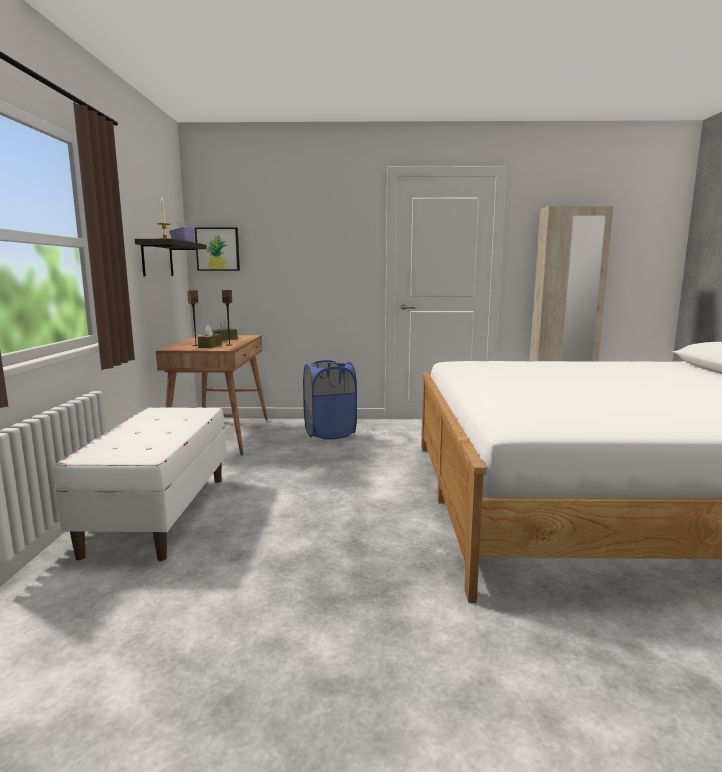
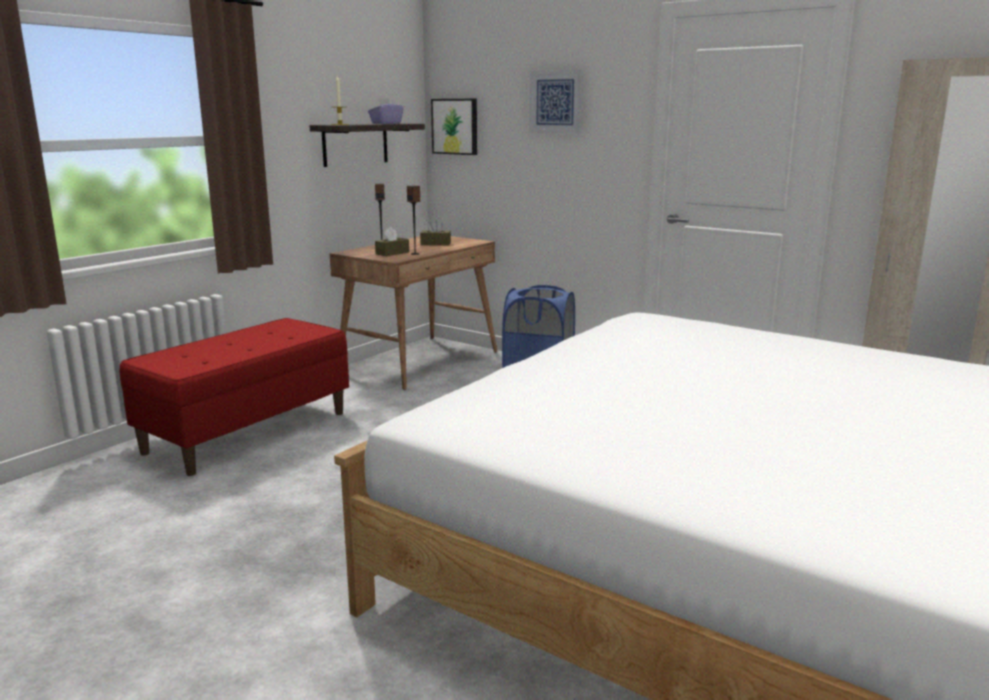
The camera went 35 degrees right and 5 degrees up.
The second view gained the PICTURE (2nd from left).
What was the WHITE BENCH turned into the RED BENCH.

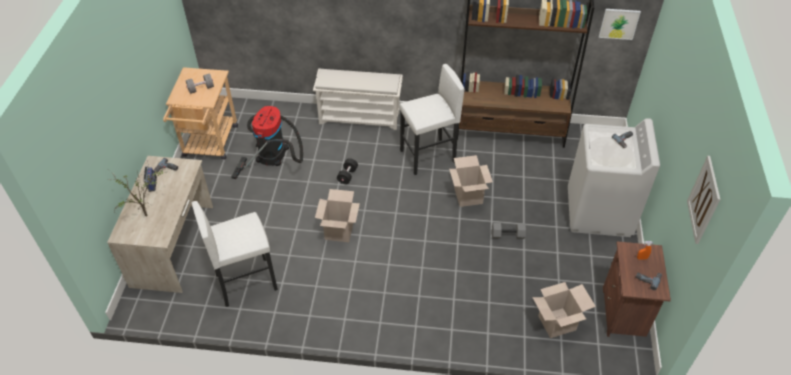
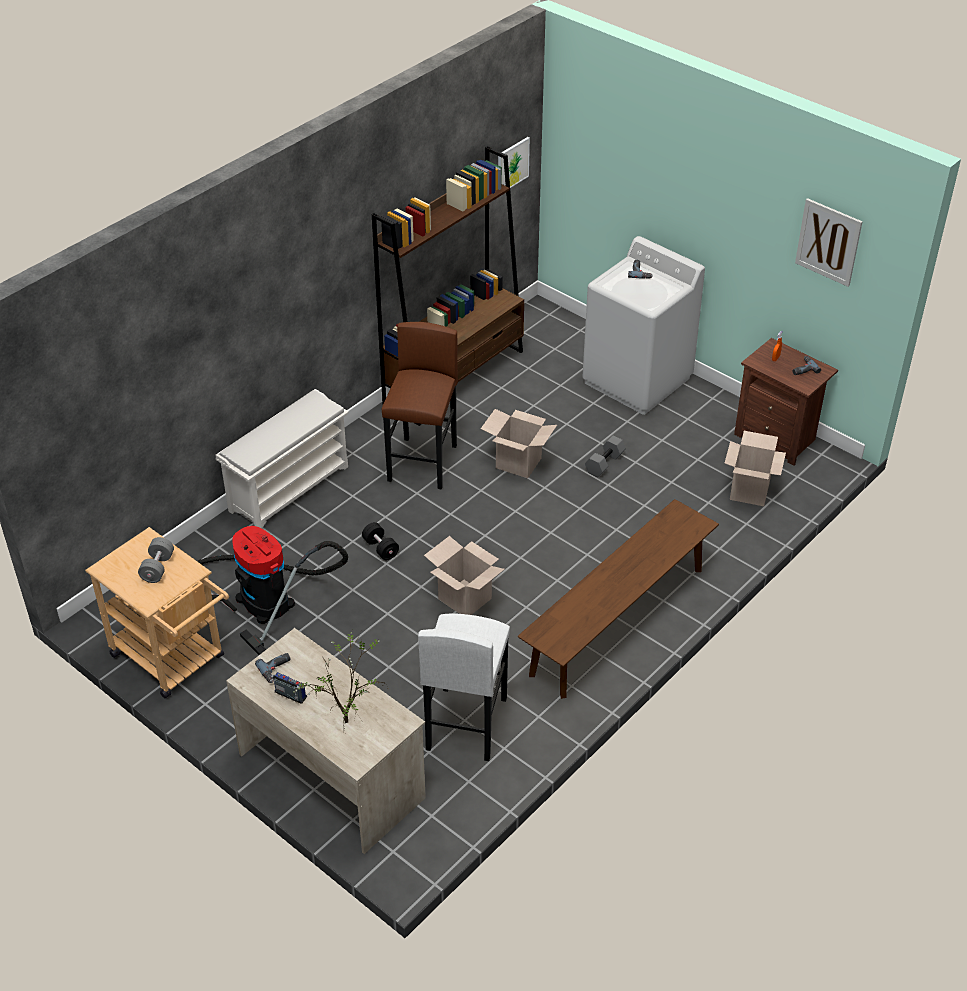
The camera went 55 degrees left and 5 degrees down.
The second view gained the BROWN BENCH.
What was the WHITE STOOL (2nd from left) turned into the BROWN STOOL.

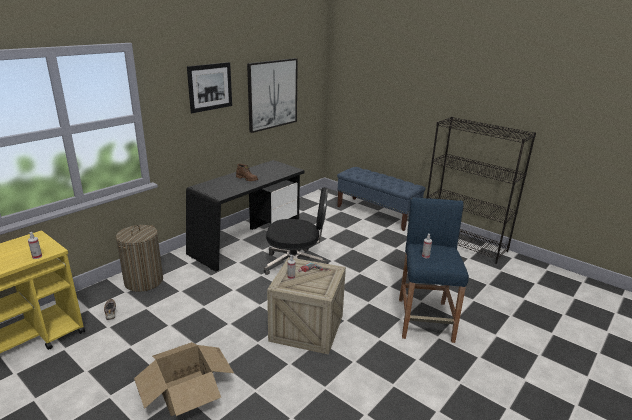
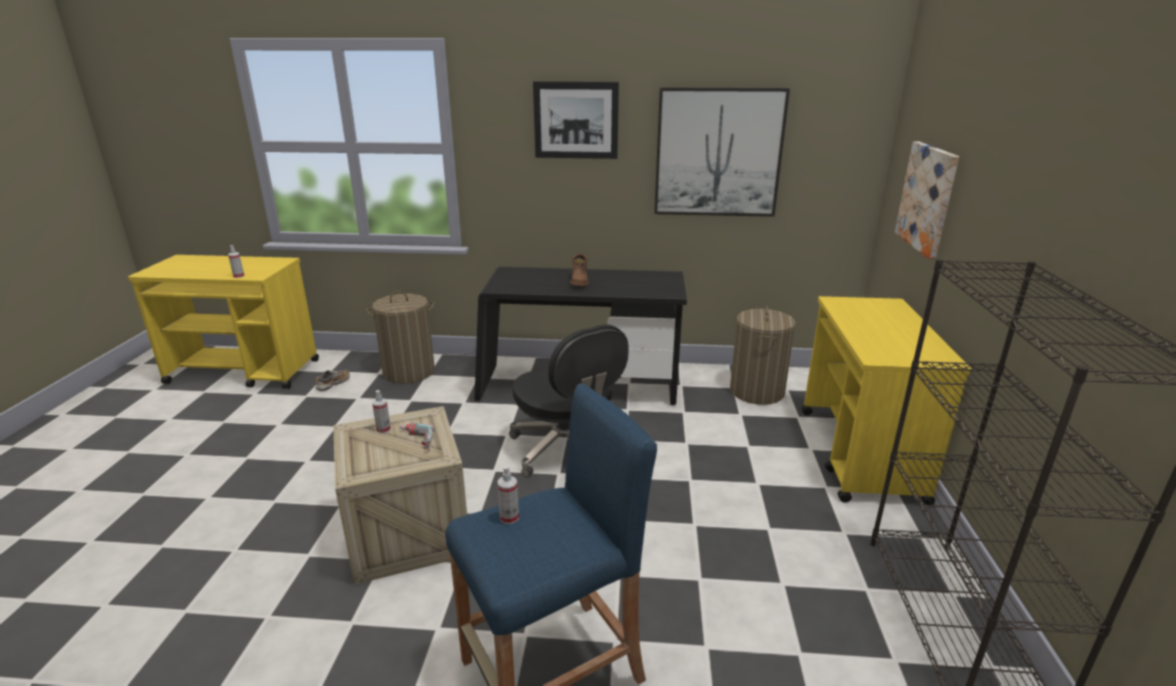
The camera went 55 degrees right and 0 degrees up.
The second view lost the CARDBOARD BOX.
The second view gained the LAUNDRY BASKET (2nd from left).
The second view gained the PICTURE (3rd from left).
Where the BLUE BENCH stood, the YELLOW CART (2nd from left) came to stand.

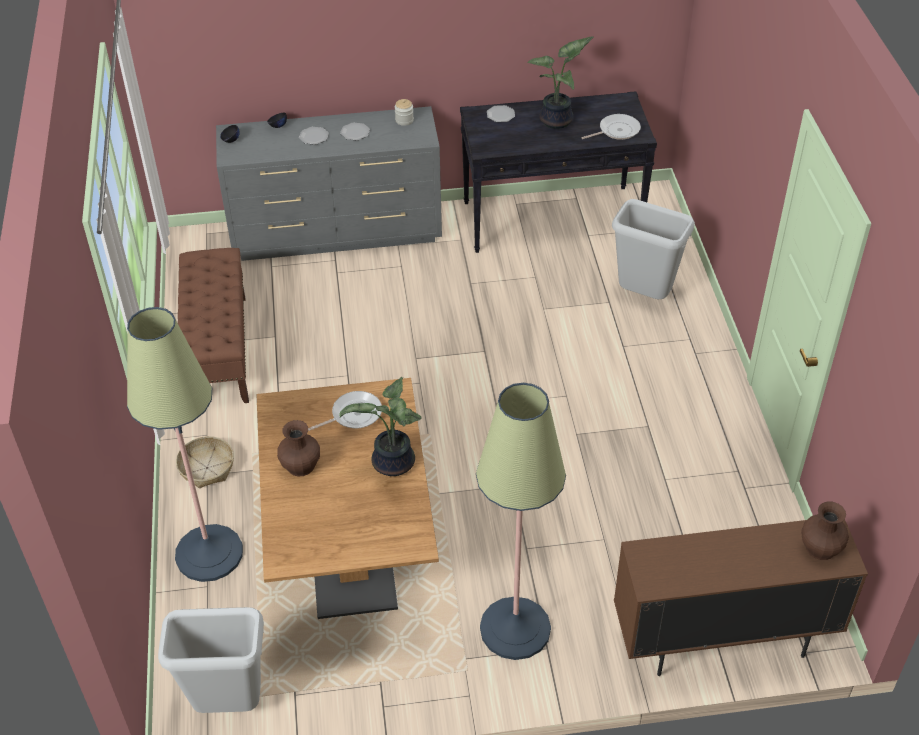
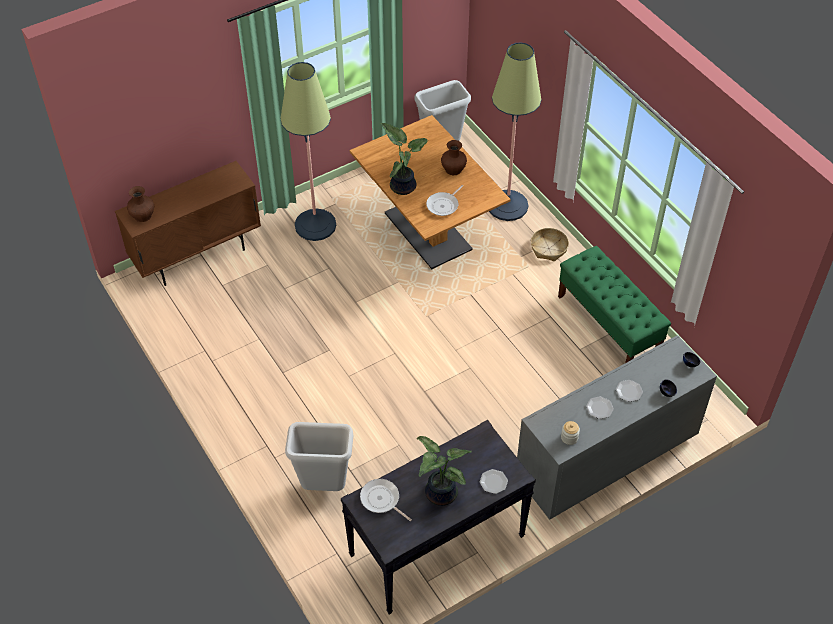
The camera went 155 degrees right and 5 degrees up.
What was the BROWN BENCH turned into the GREEN BENCH.
The FRYING PAN (2nd from left in the first image) ended up facing another way, 90 degrees clockwise from before.

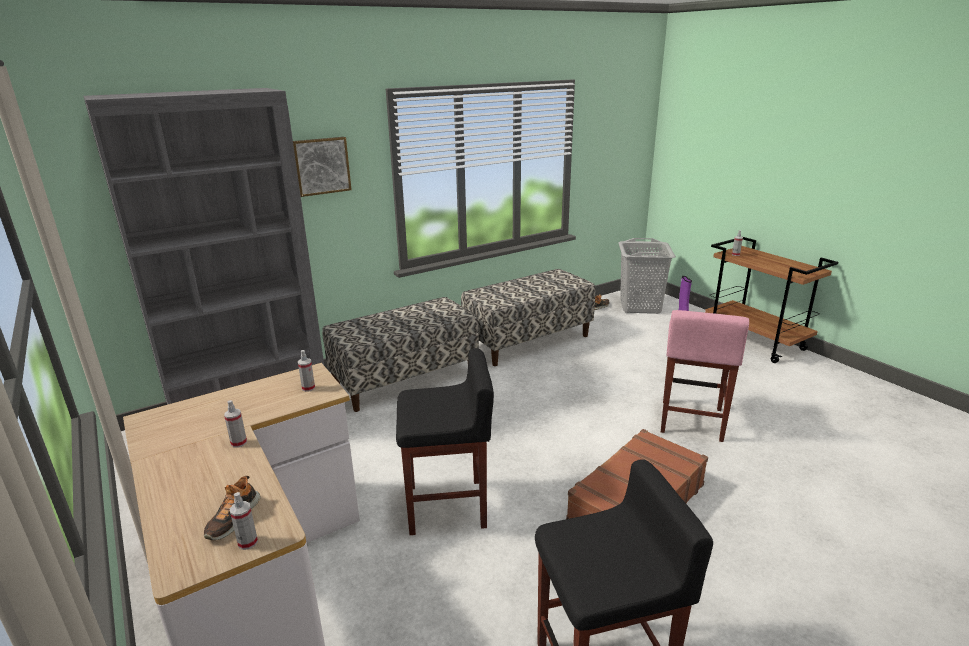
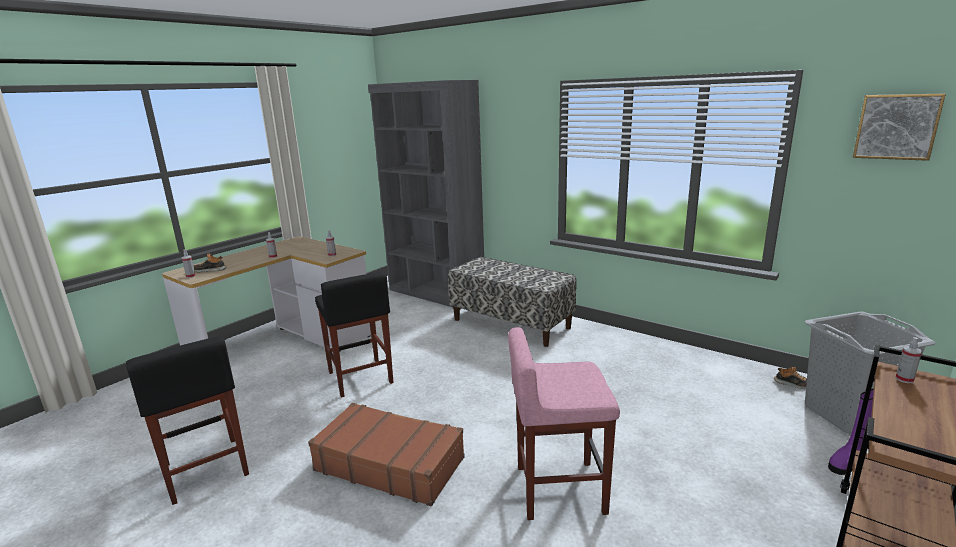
The camera went 70 degrees right and 5 degrees down.
The second view lost the BENCH (2nd from left).
The PICTURE ended up elsewhere.

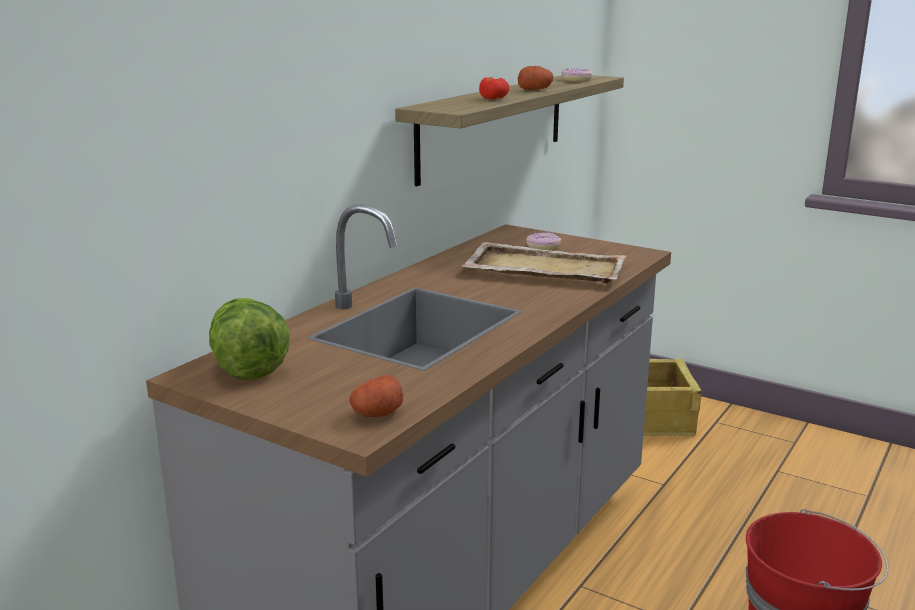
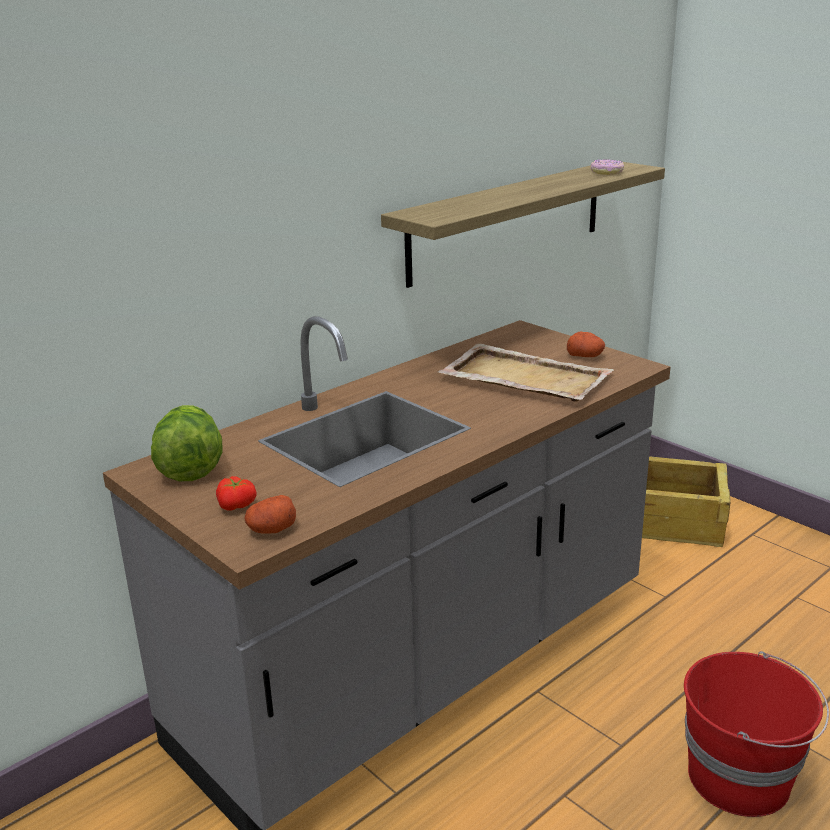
The camera went 15 degrees right and 5 degrees up.
The second view lost the DONUT (1st from left).
The TOMATO ended up elsewhere.
The POTATO (2nd from left) ended up elsewhere.

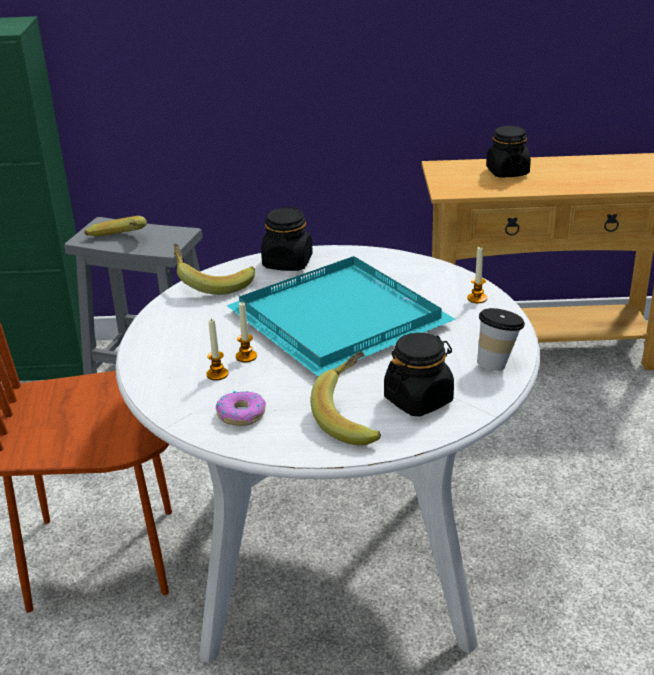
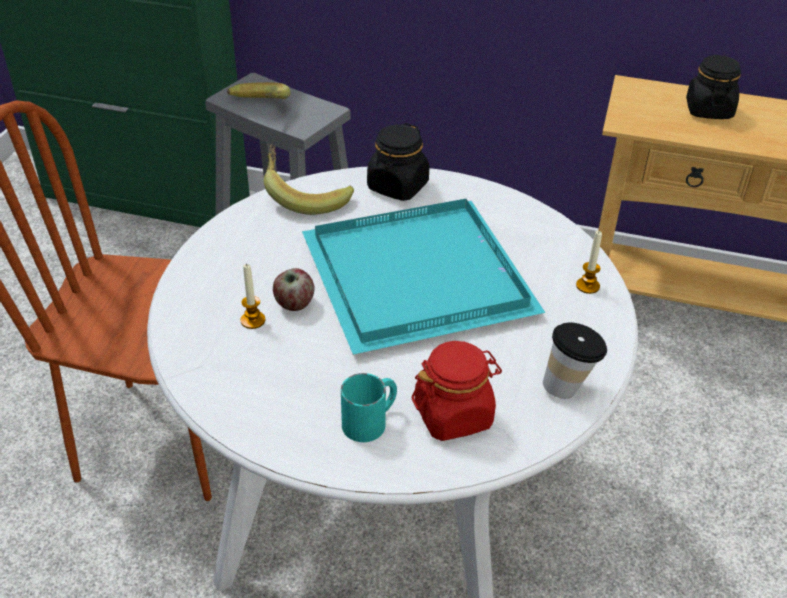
The camera went 15 degrees right and 10 degrees up.
The second view lost the DONUT.
Where the CANDLE (2nd from left) stood, the APPLE came to stand.
Where the BANANA (3rd from left) stood, the TURQUOISE MUG came to stand.
What was the BLACK JAR (2nd from left) turned into the RED JAR.

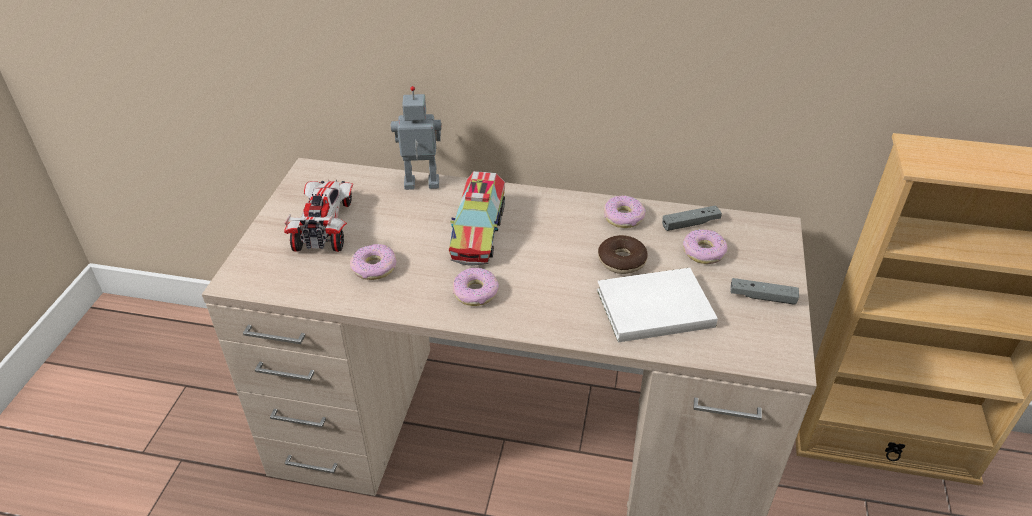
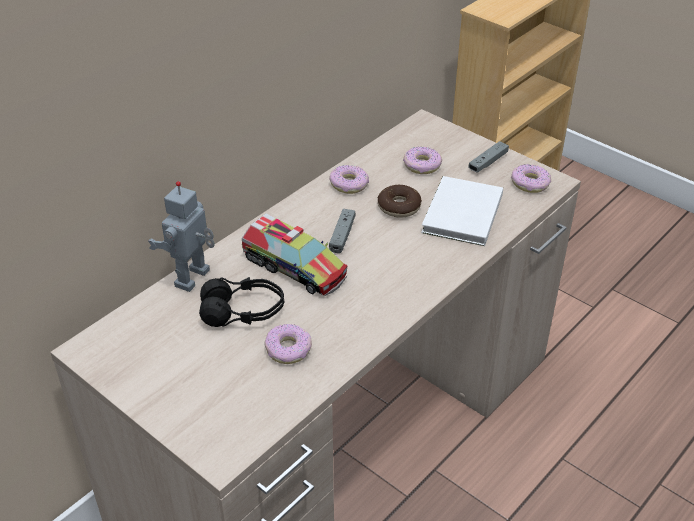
The camera went 60 degrees left and 0 degrees up.
The second view lost the TOY CAR.
The second view gained the BLACK HEADPHONES.
The DONUT (2nd from left in the first image) ended up elsewhere.
The GREY GAME CONTROLLER (1st from left) ended up elsewhere.

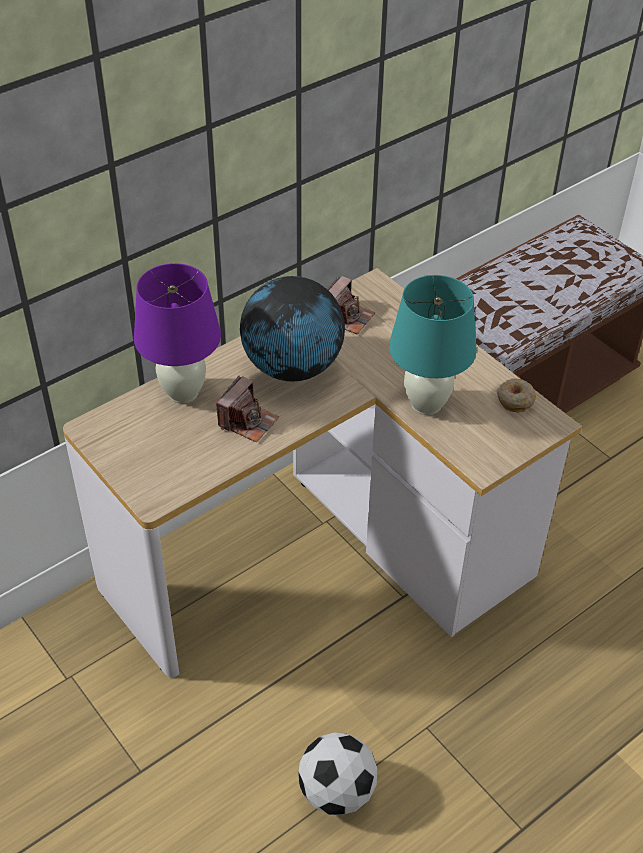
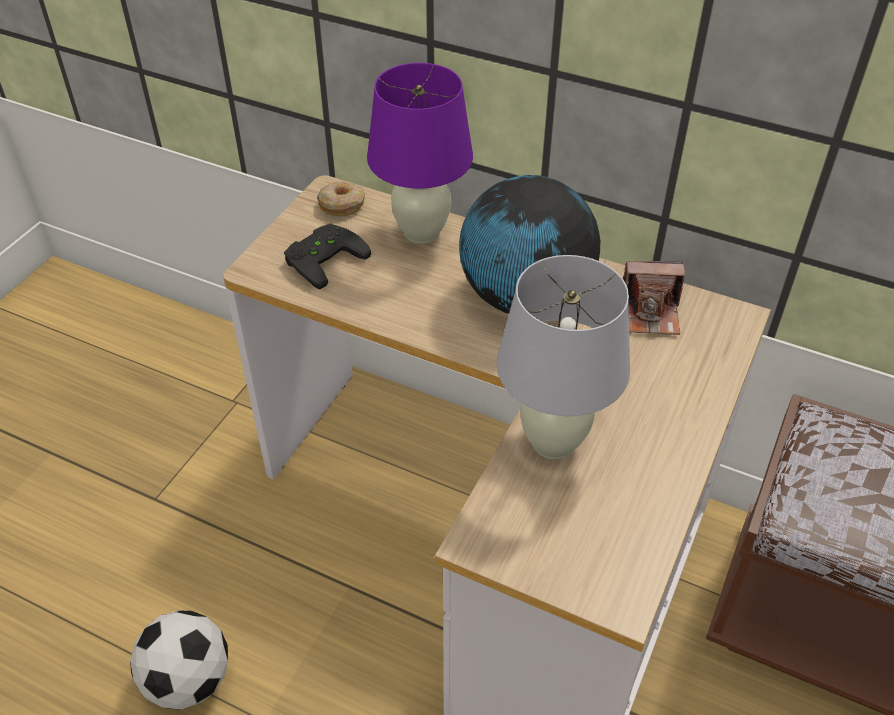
The camera went 65 degrees right and 0 degrees up.
The second view lost the PHOTO CAMERA (1st from left).
The second view gained the BLACK GAME CONTROLLER.
The DONUT ended up elsewhere.
What was the TURQUOISE TABLE LAMP turned into the WHITE TABLE LAMP.

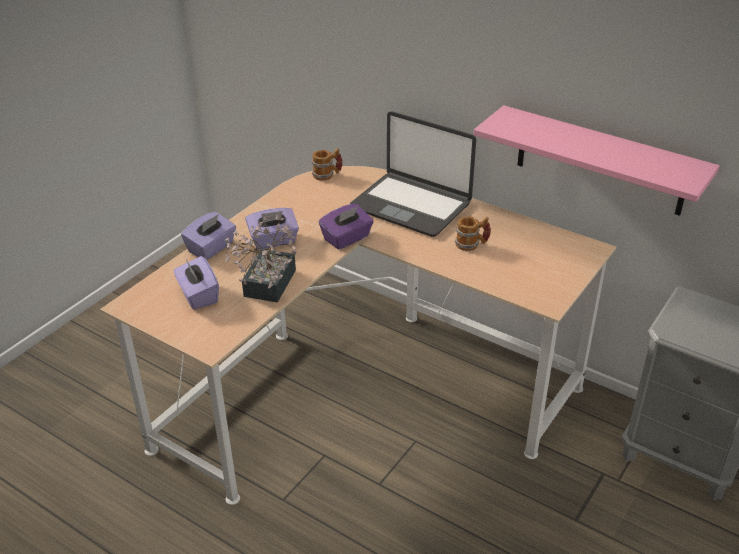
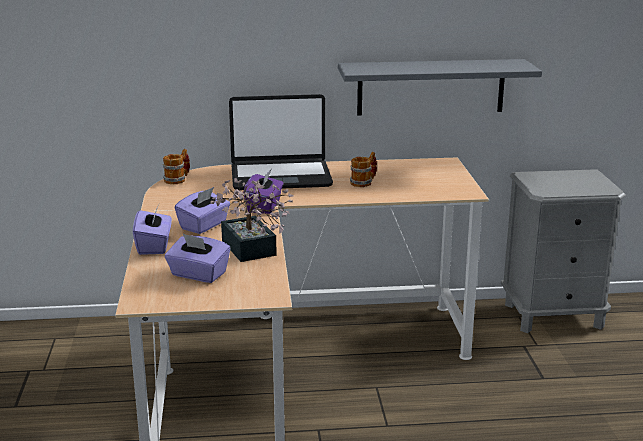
The camera went 40 degrees left and 15 degrees down.
What was the PINK SHELF turned into the GREY SHELF.

